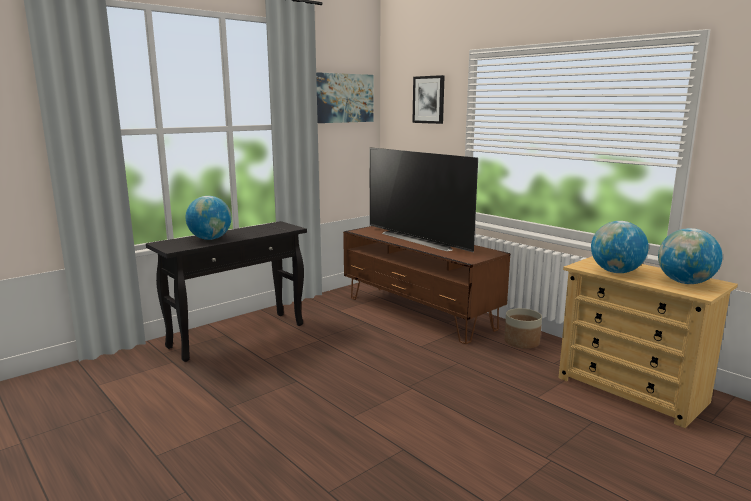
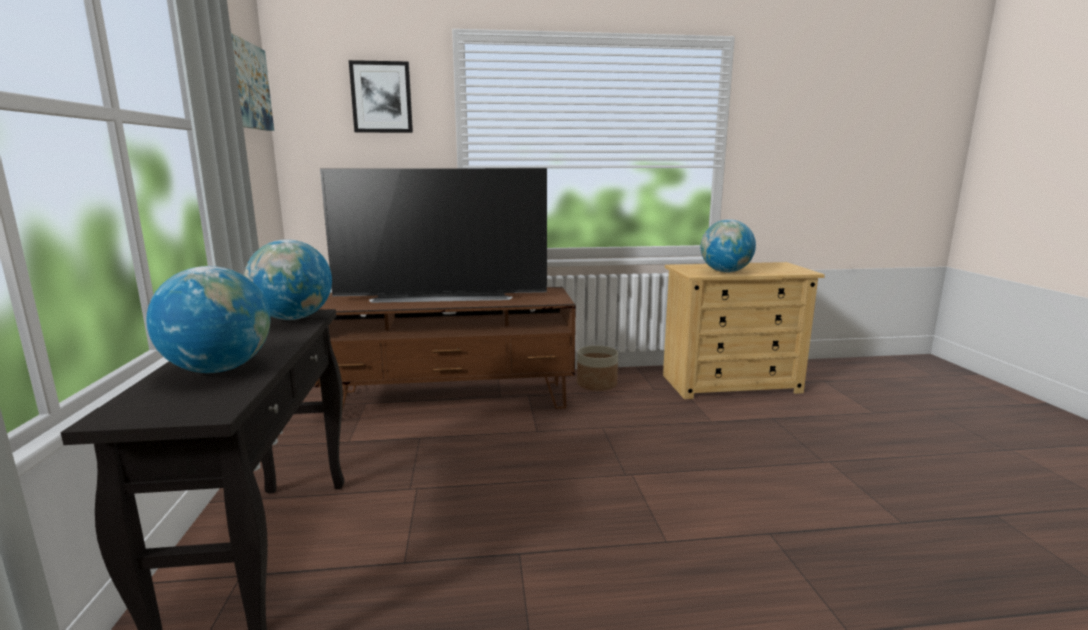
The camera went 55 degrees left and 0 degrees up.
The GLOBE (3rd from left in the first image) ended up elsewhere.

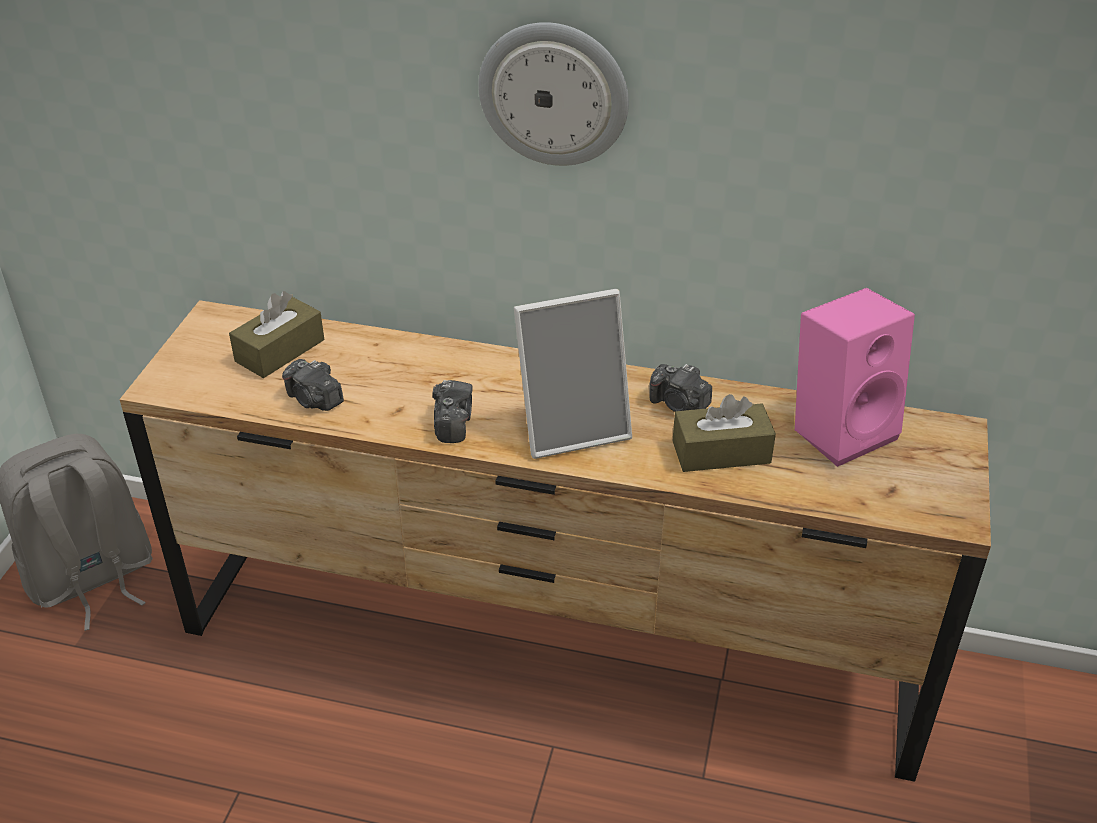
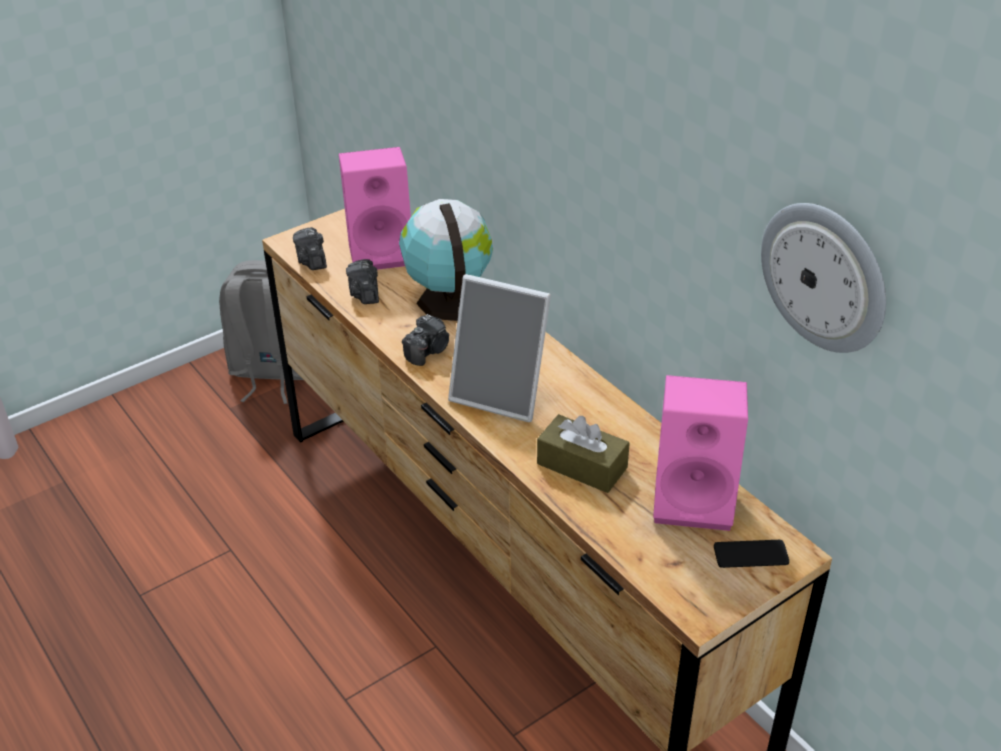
The camera went 40 degrees right and 0 degrees up.
The second view gained the GLOBE.
The second view gained the PHONE.
The WALL CLOCK ended up elsewhere.
The PHOTO CAMERA (3rd from left in the first image) ended up elsewhere.
Where the BROWN TISSUE BOX (1st from left) stood, the PINK SPEAKER (1st from left) came to stand.

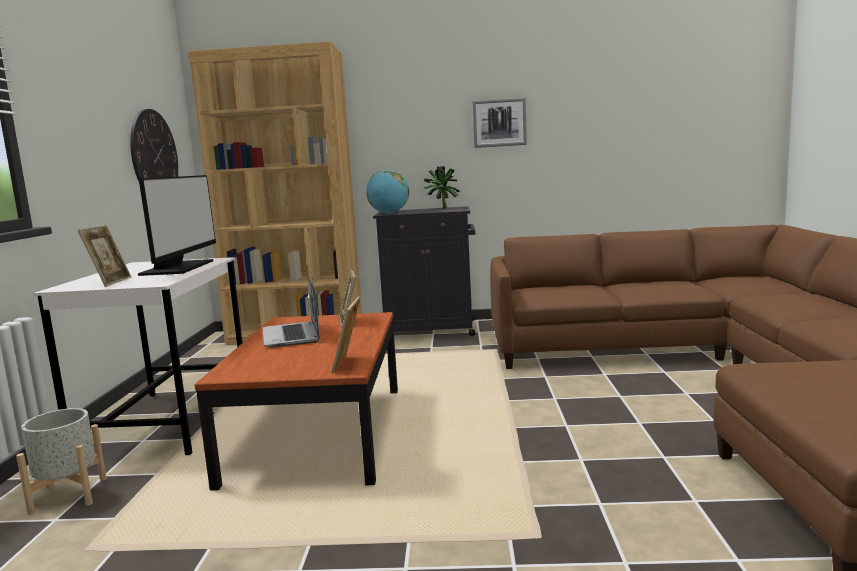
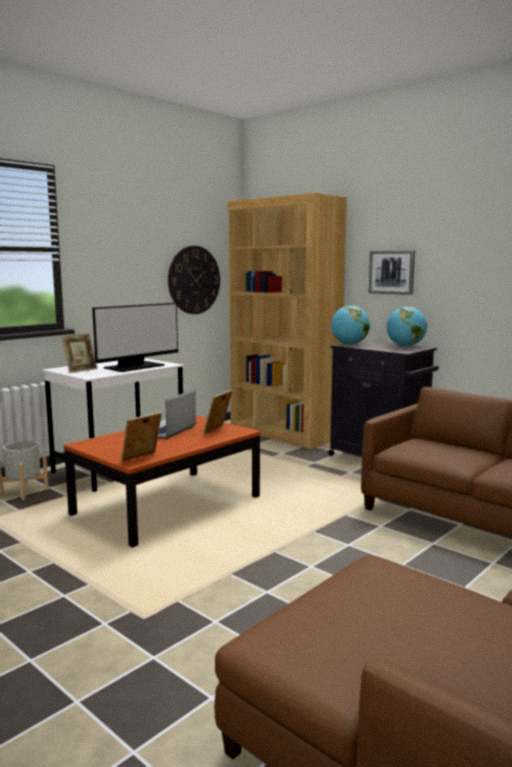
The camera went 40 degrees right and 0 degrees up.
The PICTURE ended up elsewhere.
Where the POTTED PLANT stood, the GLOBE (2nd from left) came to stand.

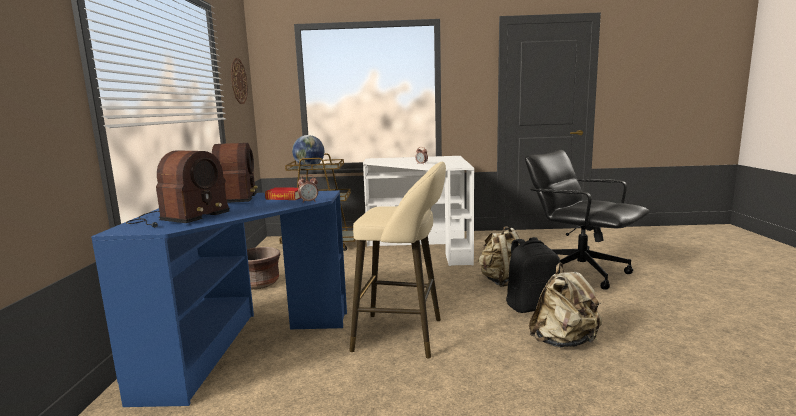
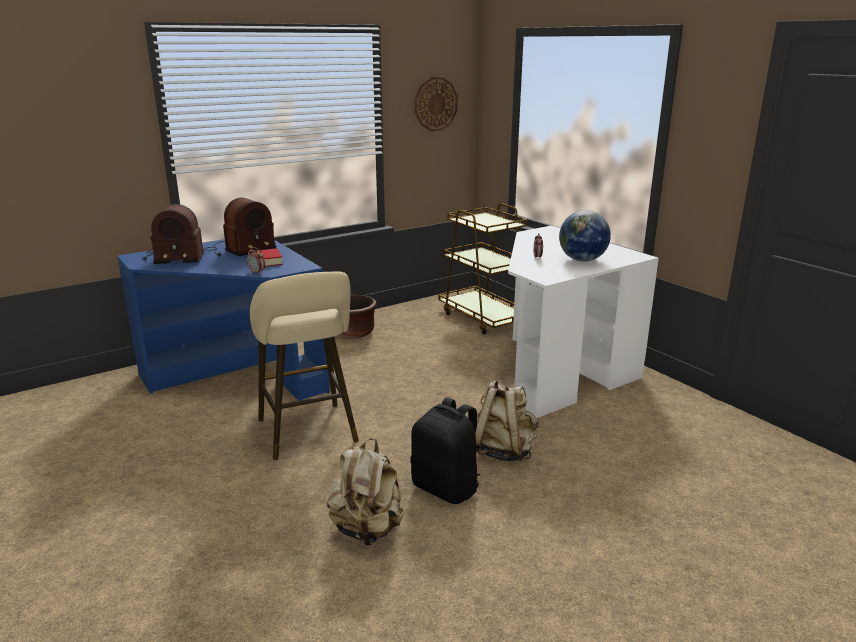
The camera went 55 degrees right and 10 degrees up.
The second view lost the BLACK OFFICE CHAIR.
The GLOBE ended up elsewhere.

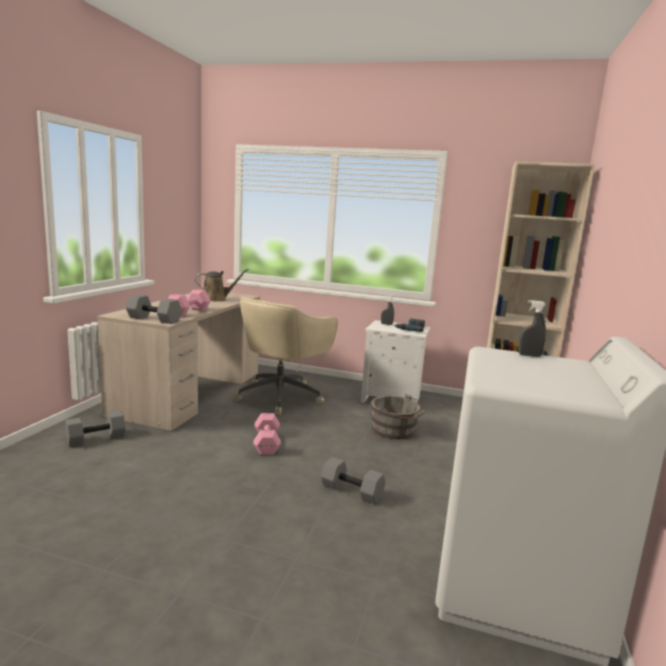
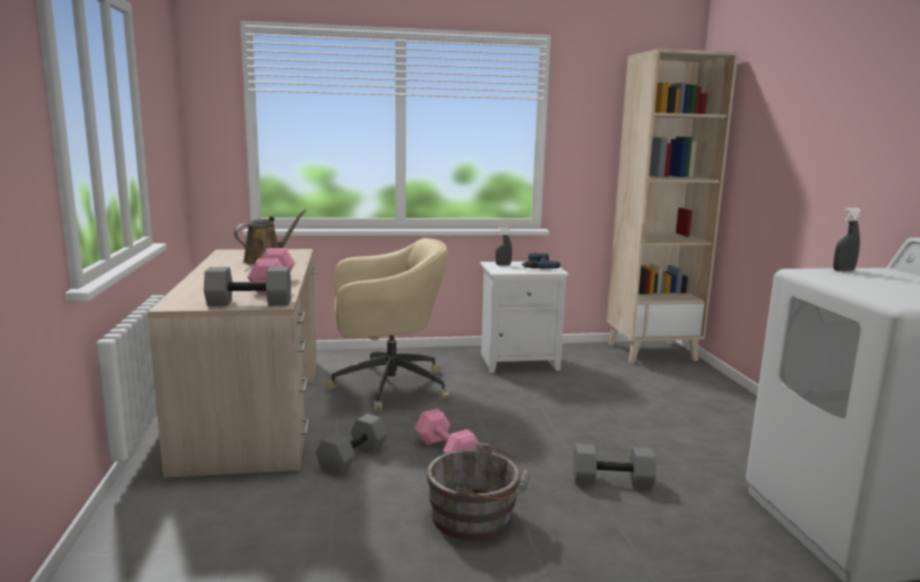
The camera went 25 degrees left and 0 degrees up.
The GREY DUMBBELL (1st from left in the first image) ended up elsewhere.
The GREY BUCKET ended up elsewhere.
The BEIGE OFFICE CHAIR ended up facing another way, 105 degrees counterclockwise from before.

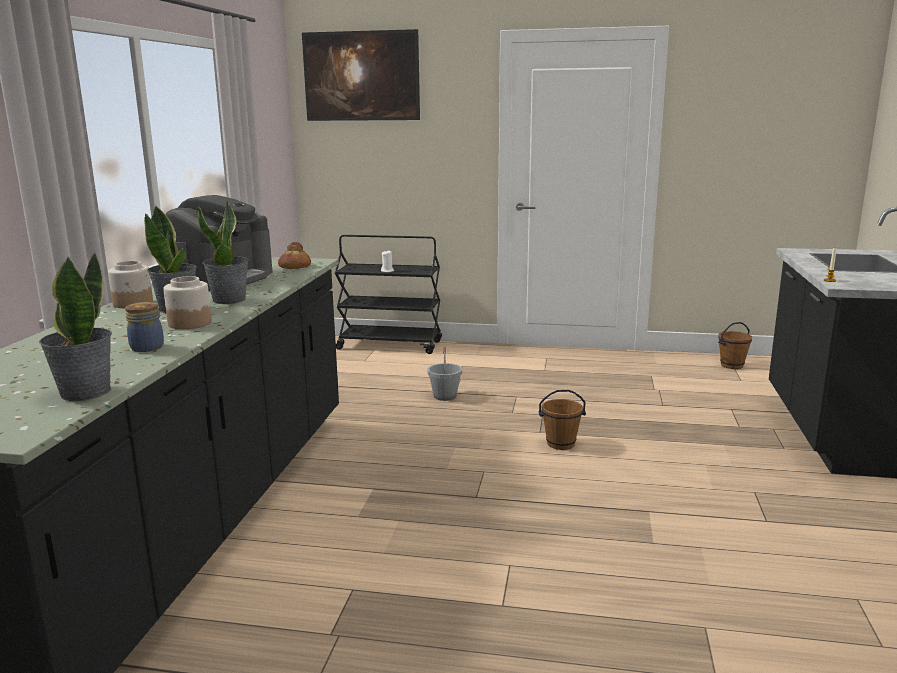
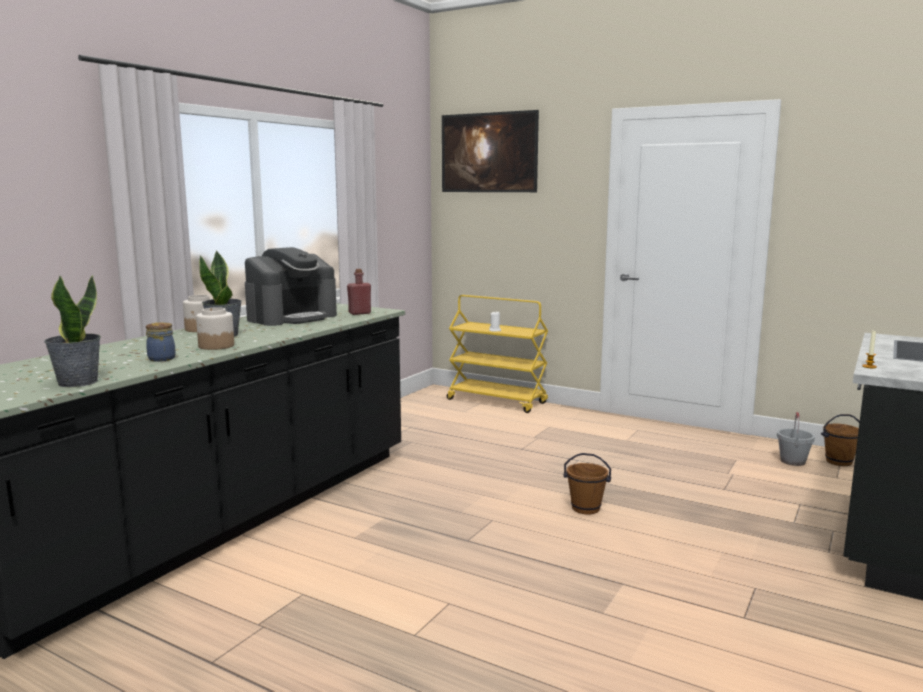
The camera went 20 degrees right and 5 degrees down.
The second view lost the POTTED PLANT (3rd from left).
The GREY BUCKET ended up elsewhere.
Where the BREAD stood, the RED BOTTLE came to stand.
What was the BLACK CART turned into the YELLOW CART.

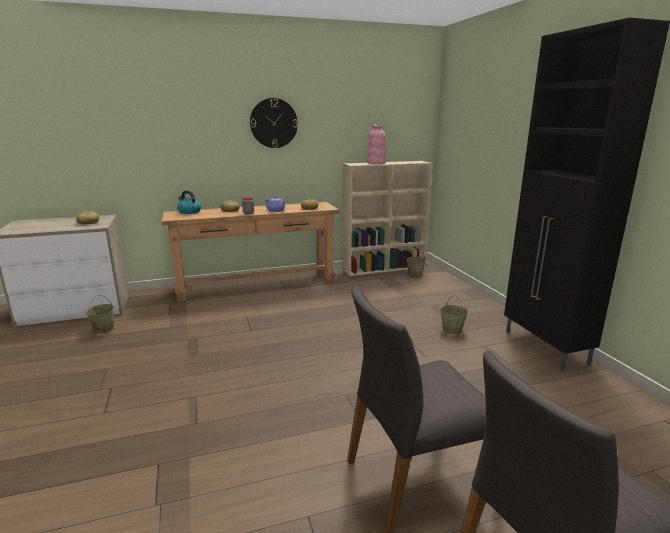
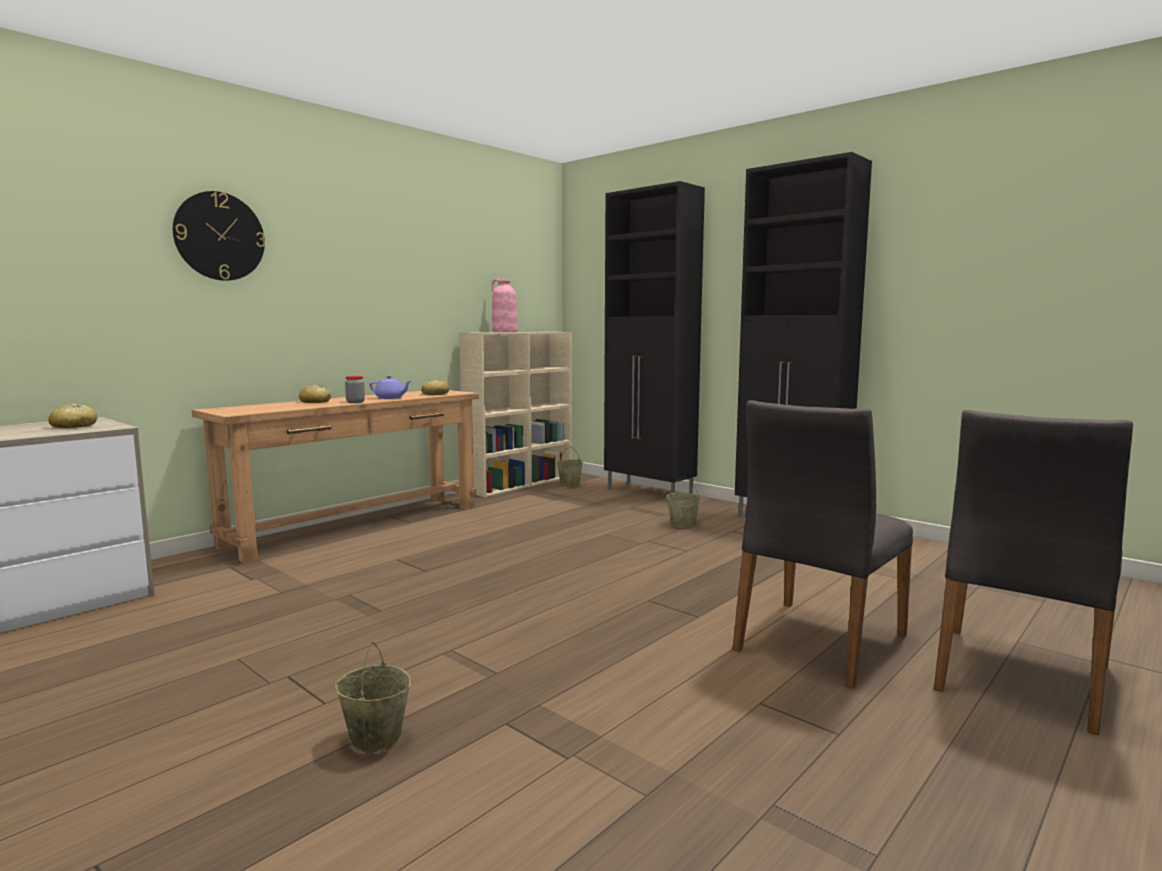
The camera went 30 degrees left and 10 degrees down.
The second view lost the KETTLE.
The second view gained the BLACK CABINET (1st from left).
The BEIGE BUCKET (1st from left) ended up elsewhere.
The WALL CLOCK ended up elsewhere.

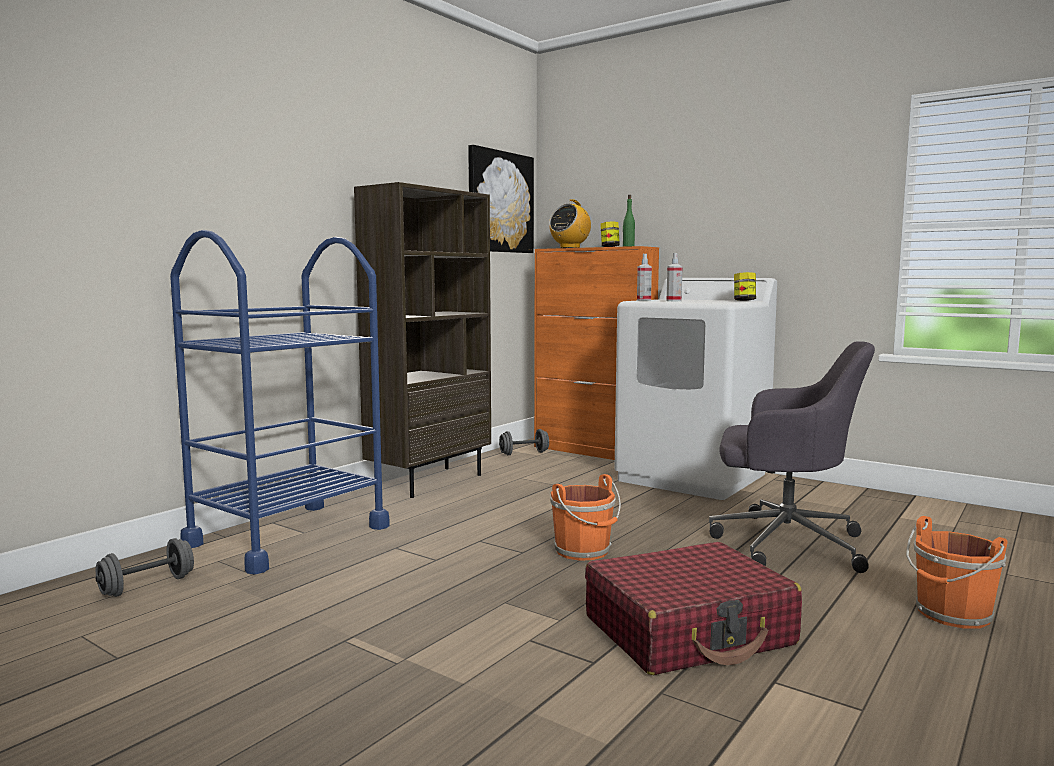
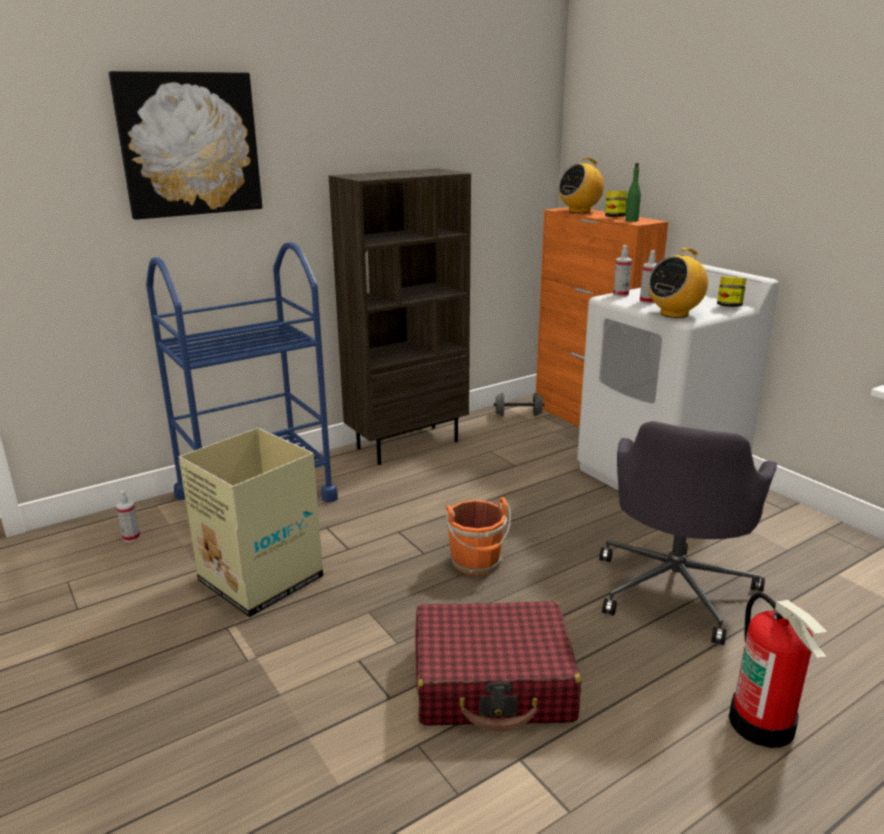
The camera went 20 degrees right and 15 degrees up.
The second view gained the CARDBOARD BOX.
The second view gained the RADIO (2nd from left).
The PICTURE ended up elsewhere.
Where the GREY DUMBBELL (1st from left) stood, the SPRAY BOTTLE (1st from left) came to stand.
Where the ORANGE BUCKET (2nd from left) stood, the FIRE EXTINGUISHER came to stand.
The GREY OFFICE CHAIR ended up facing another way, 75 degrees clockwise from before.

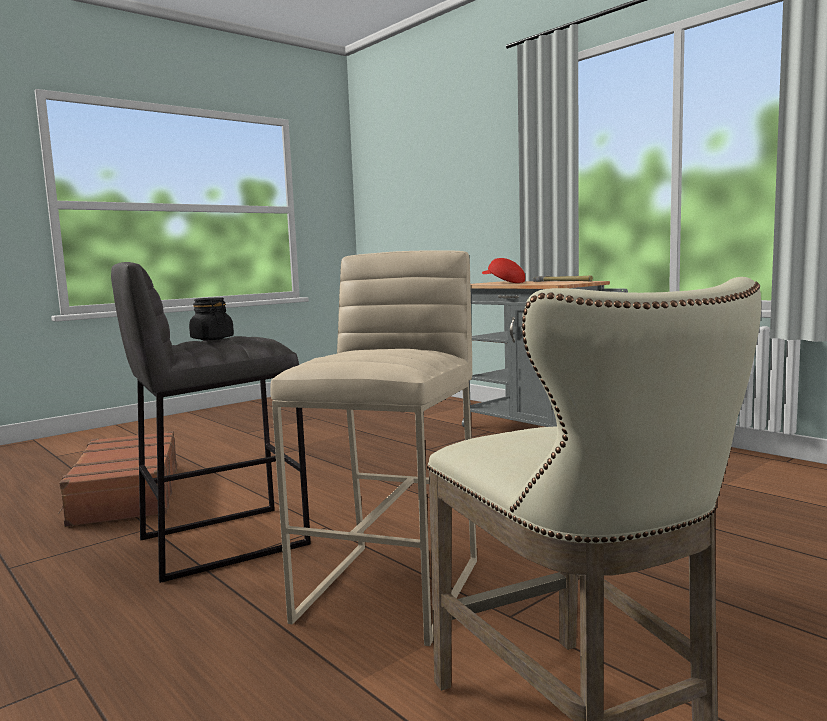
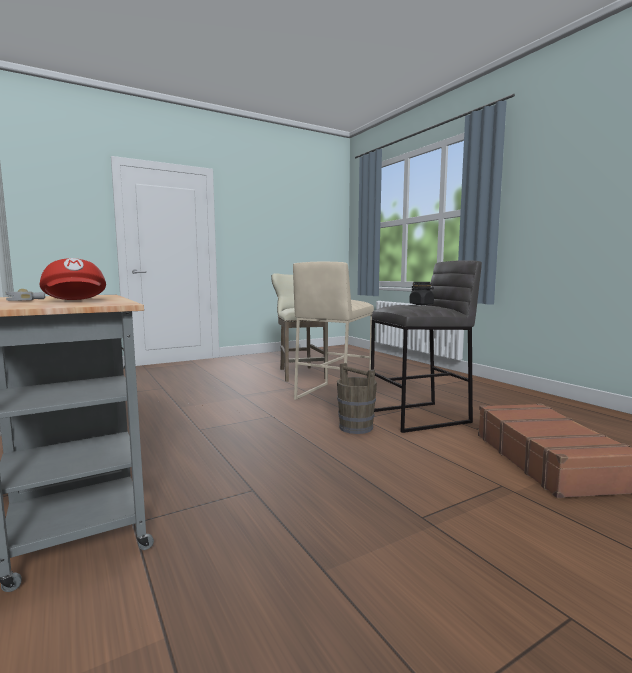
The camera went 170 degrees left and 0 degrees up.
The second view gained the BROWN BUCKET.

